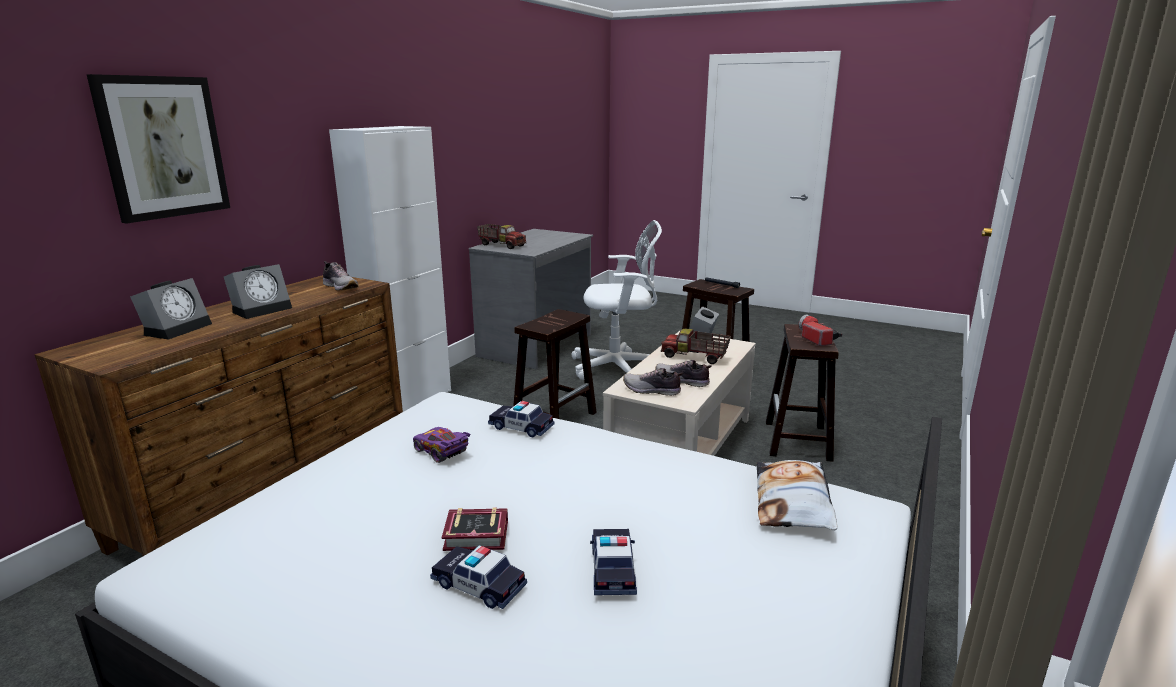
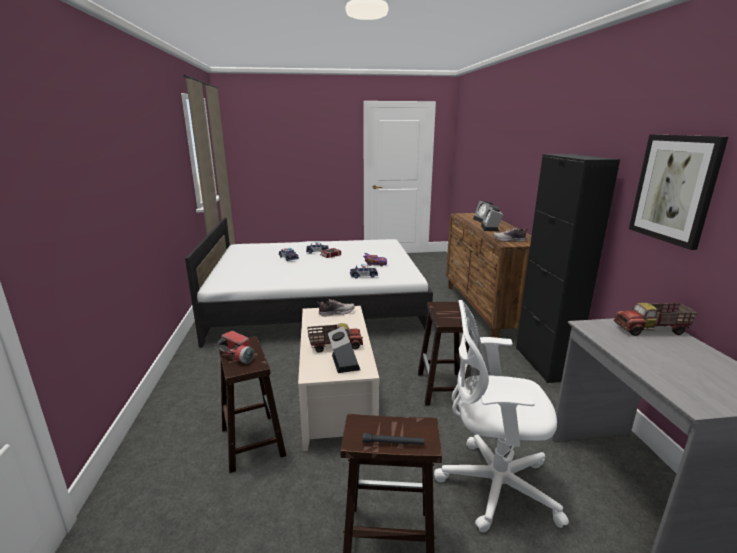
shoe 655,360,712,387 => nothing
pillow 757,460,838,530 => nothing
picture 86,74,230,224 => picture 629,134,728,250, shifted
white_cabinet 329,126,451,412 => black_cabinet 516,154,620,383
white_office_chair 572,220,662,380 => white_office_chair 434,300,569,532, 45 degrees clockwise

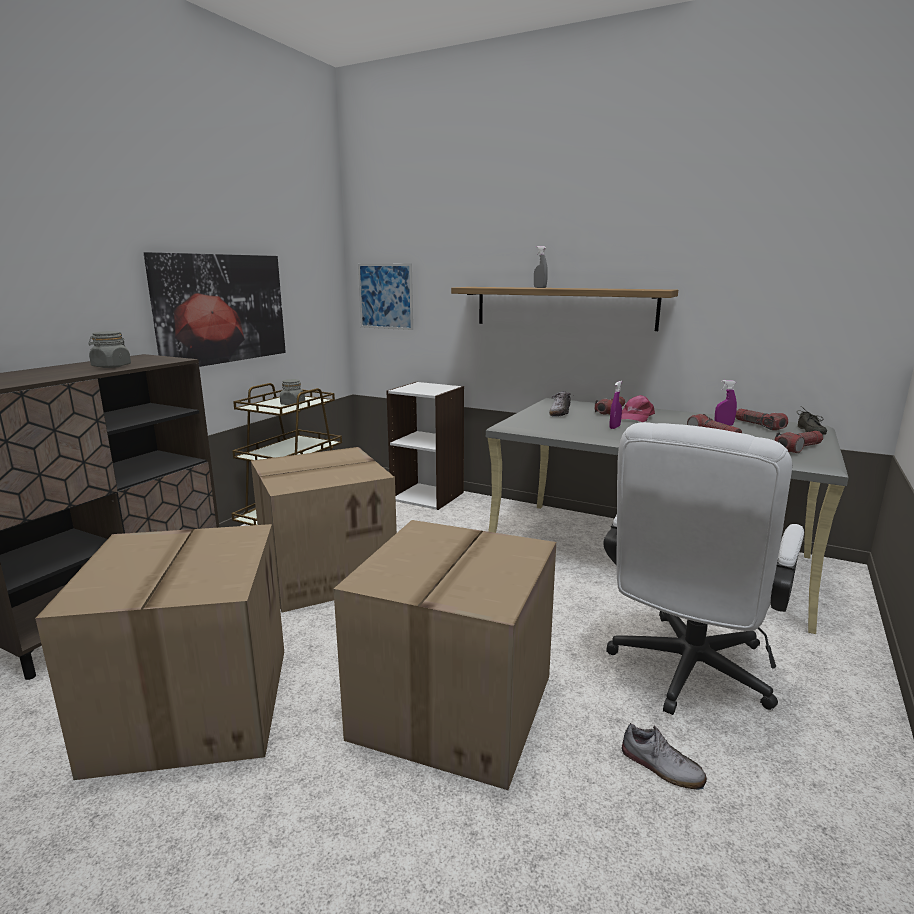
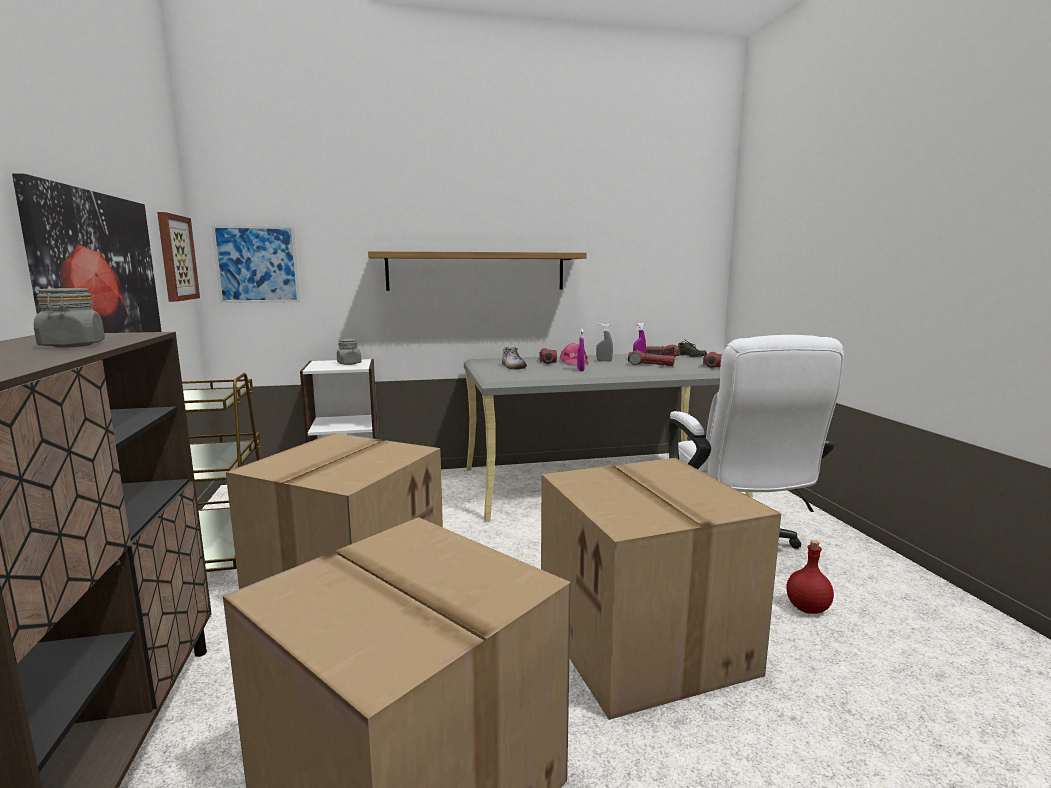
nothing => picture 157,212,200,302
grey_jar 280,379,305,405 => grey_jar 337,339,362,365, shifted
grey_spray_bottle 534,246,548,288 => grey_spray_bottle 596,323,613,361, shifted
shoe 621,723,707,790 => red_bottle 786,540,834,614

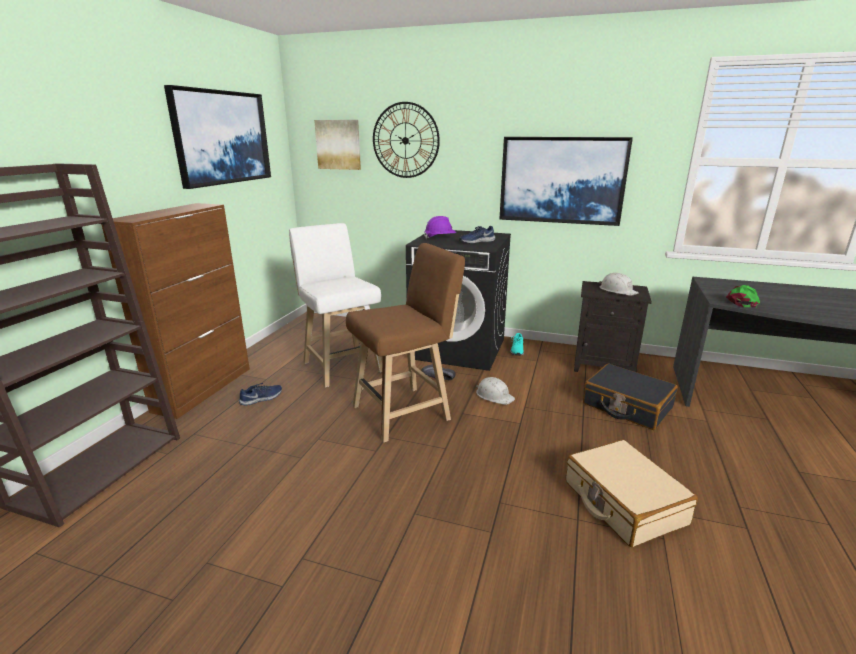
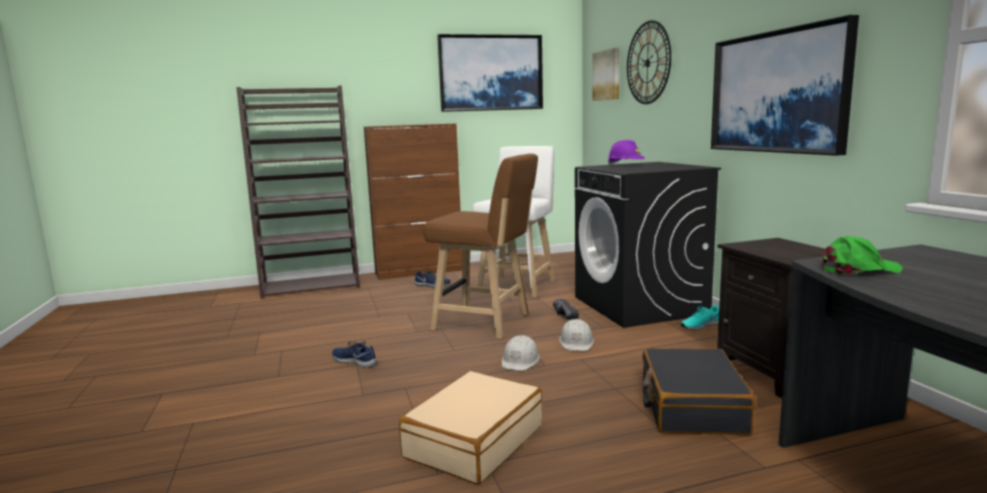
blue_shoe 459,226,495,244 => blue_shoe 332,341,377,368, shifted
white_hard_hat 599,273,639,295 => white_hard_hat 502,335,540,371, shifted

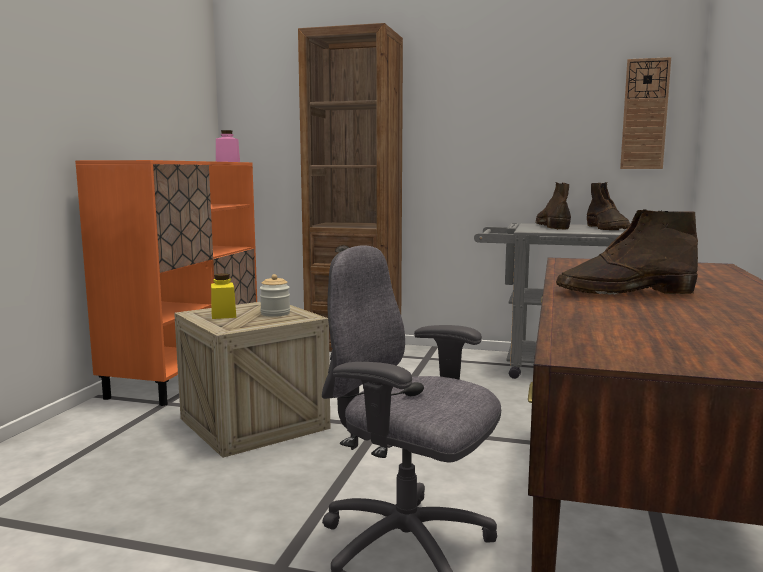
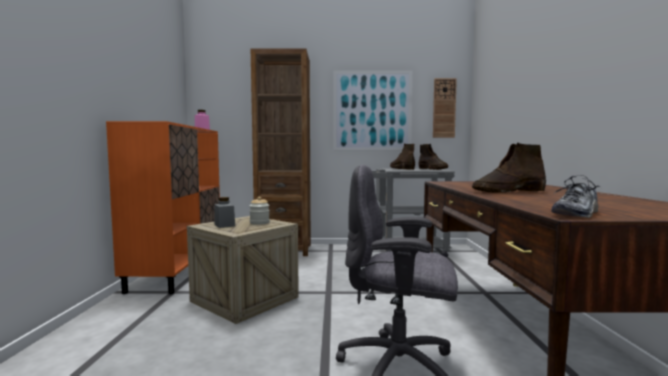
nothing => picture 333,71,413,151
nothing => shoe 551,175,602,218
yellow_jar 211,273,236,319 => grey_jar 214,197,235,228

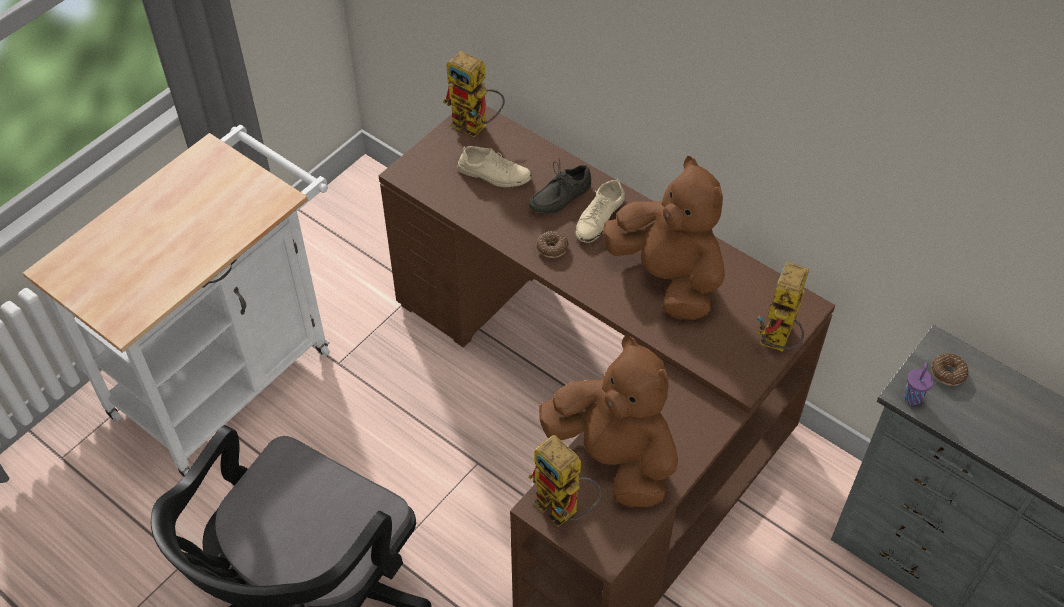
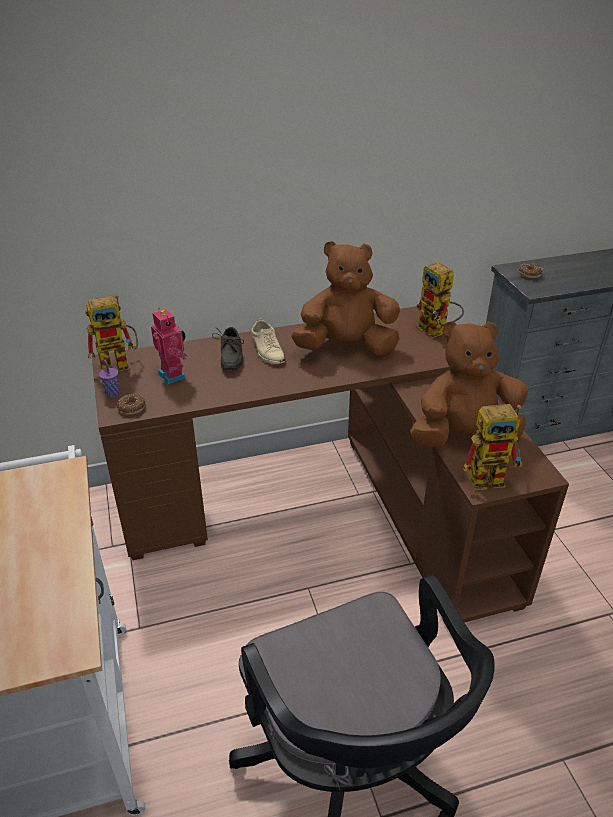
donut 536,231,568,258 => donut 117,393,146,415, shifted
purple_cup 904,362,934,405 => purple_cup 99,360,119,397, shifted
beige_shoe 457,146,532,187 => toy_robot 151,307,187,385

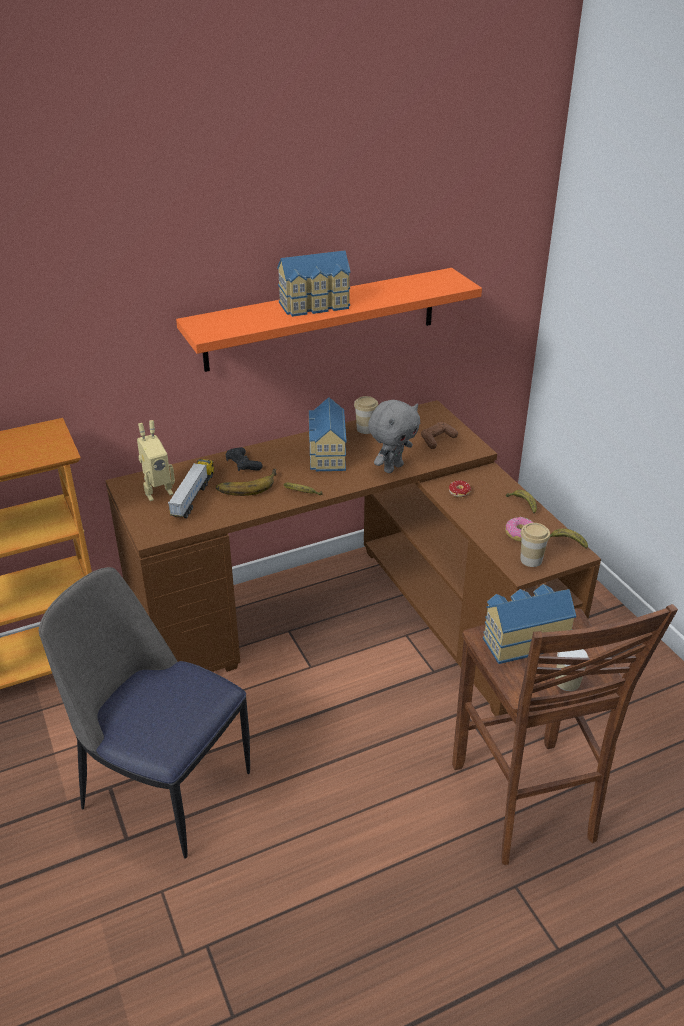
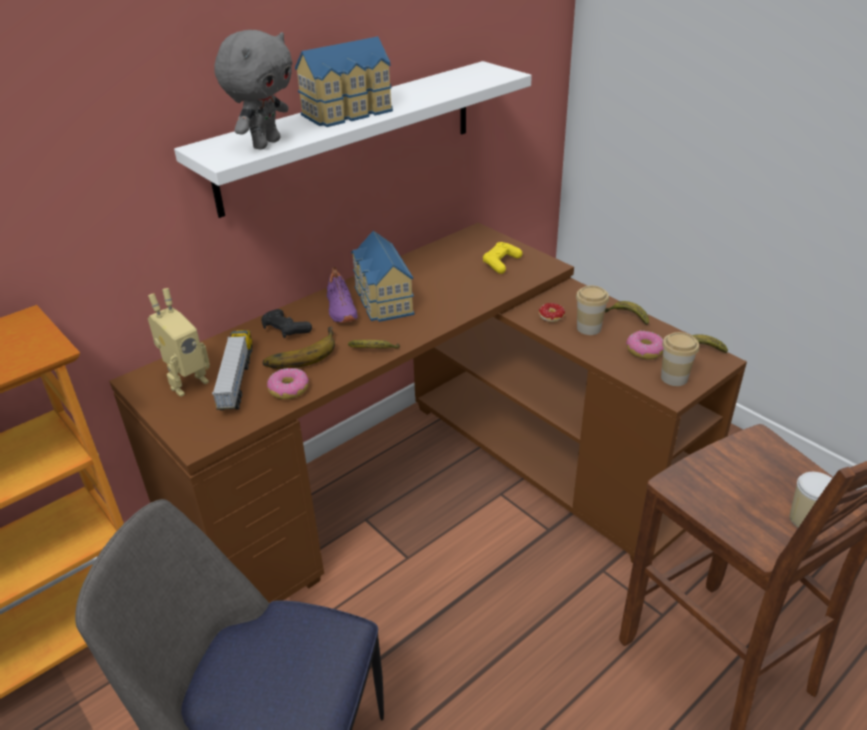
toy_house 483,584,576,664 => nothing
nothing => donut 267,368,309,399
nothing => purple_shoe 327,267,358,323
cup 354,396,378,434 => cup 576,286,609,335, shifted
grey_plush_toy 368,400,420,473 => grey_plush_toy 214,30,293,150, shifted
orange_shelf 176,268,482,372 => white_shelf 174,61,532,218
brown_game_controller 421,422,458,449 => yellow_game_controller 483,242,523,274

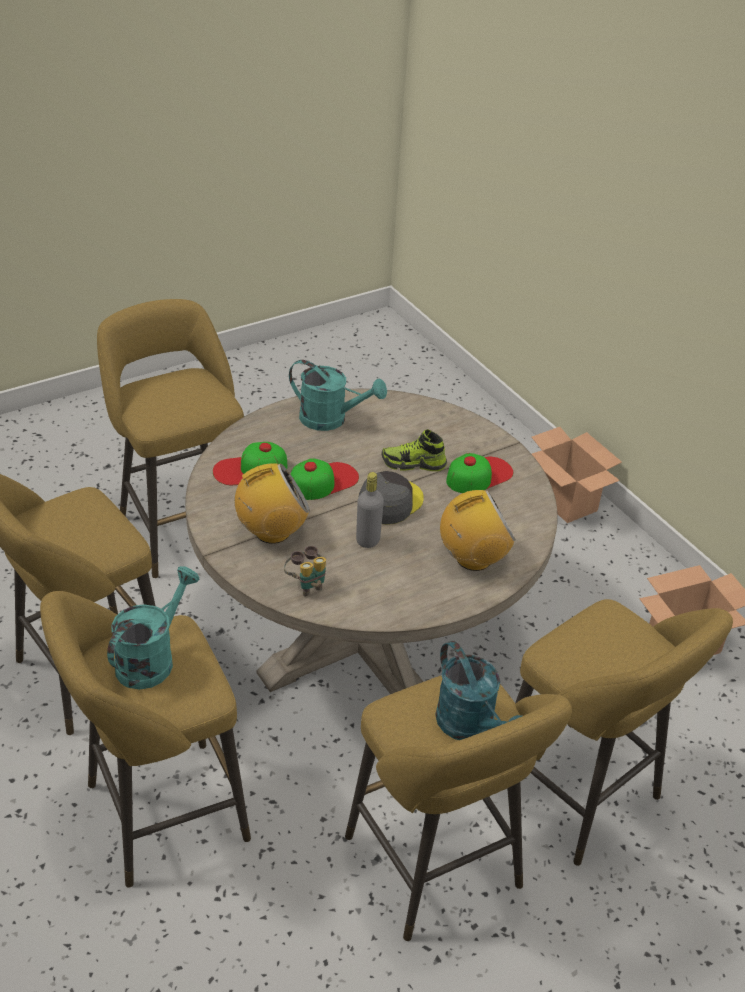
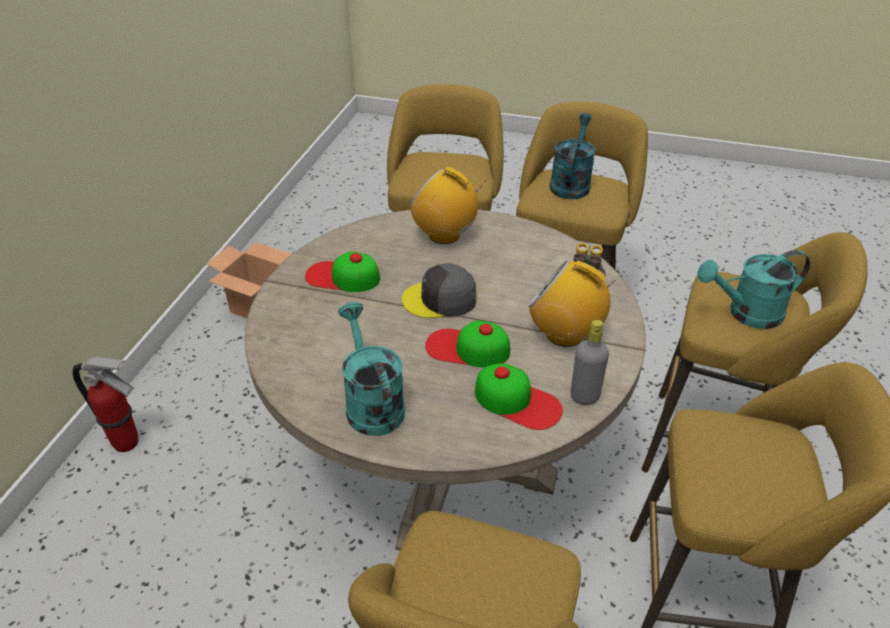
shoe 381,429,447,471 => nothing
grey_bottle 356,472,384,548 => grey_bottle 571,320,609,405, shifted
cardboard_box 532,427,622,523 => fire_extinguisher 72,357,138,452

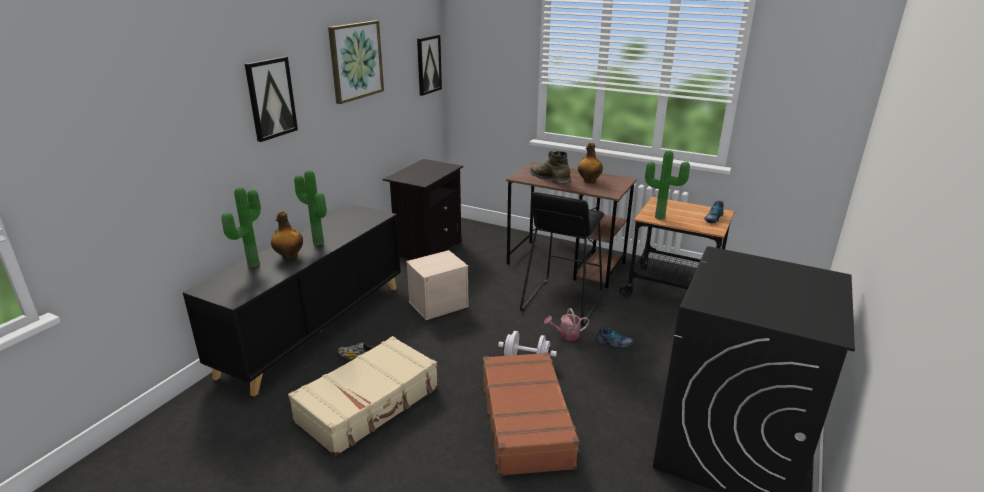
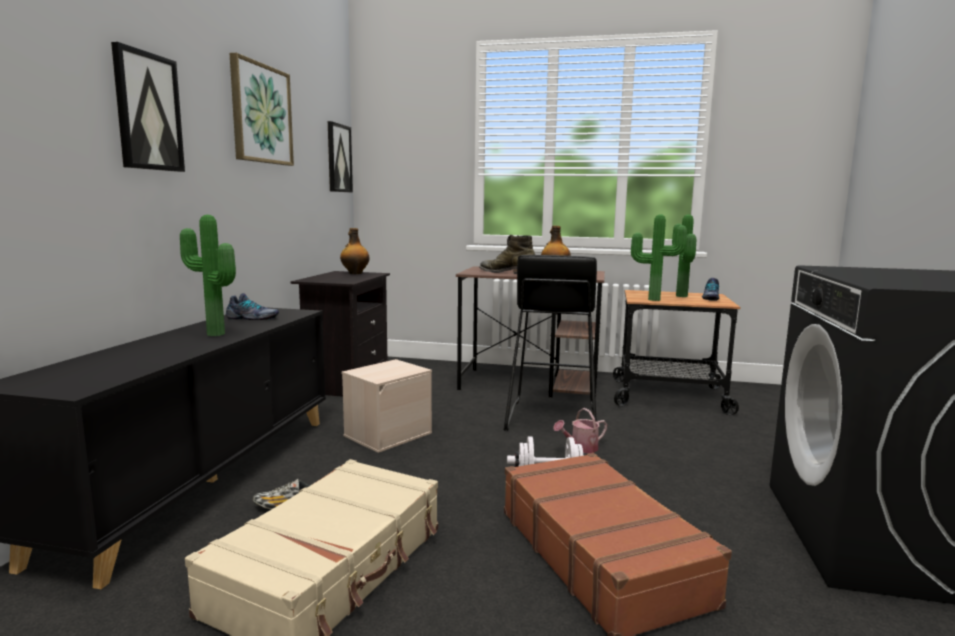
potted_plant 221,187,261,268 => potted_plant 672,214,696,297, shifted
bottle 271,211,303,259 => bottle 340,228,370,274, shifted
shoe 595,326,634,348 => shoe 226,293,279,320, shifted

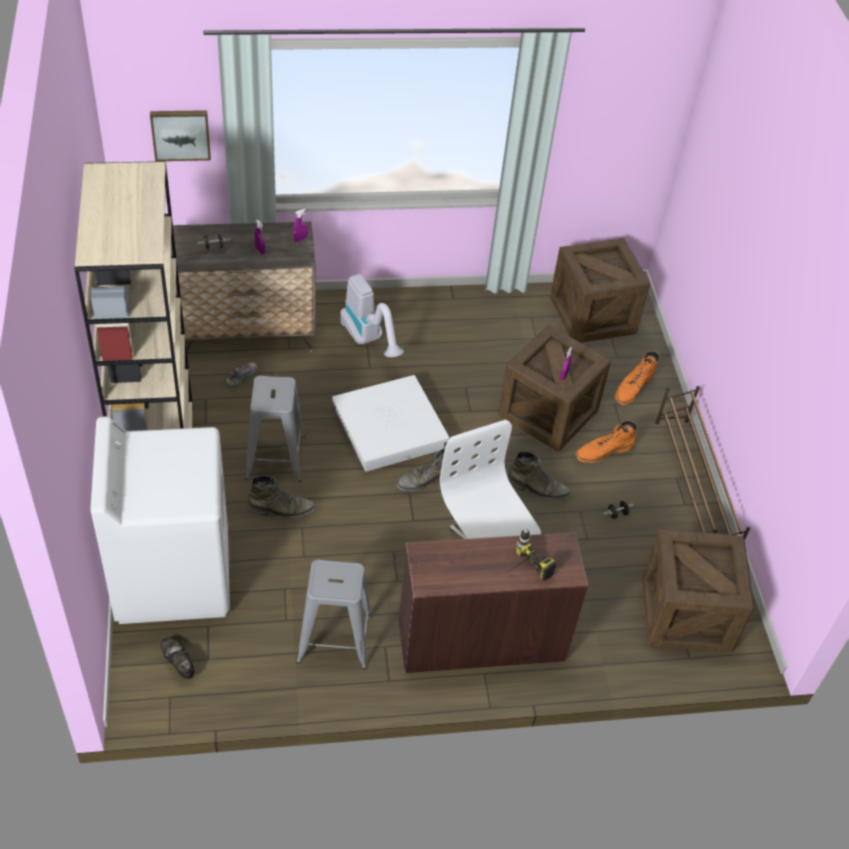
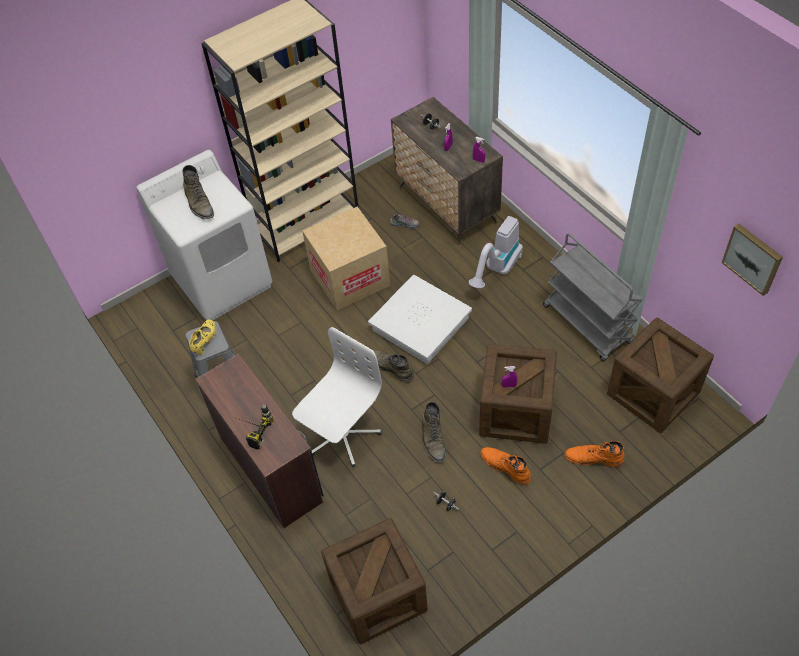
black_shoe 161,638,194,679 => nothing
brown_shoe_rack 655,386,750,539 => nothing
nothing => yellow_shoe 189,320,216,355
nothing => grey_cart 543,233,643,361
picture 150,110,211,161 => picture 722,224,783,296, shifted
green_boot 247,475,316,519 => green_boot 182,165,214,219, shifted
grey_stool 245,375,306,482 => cardboard_box 302,206,390,310

